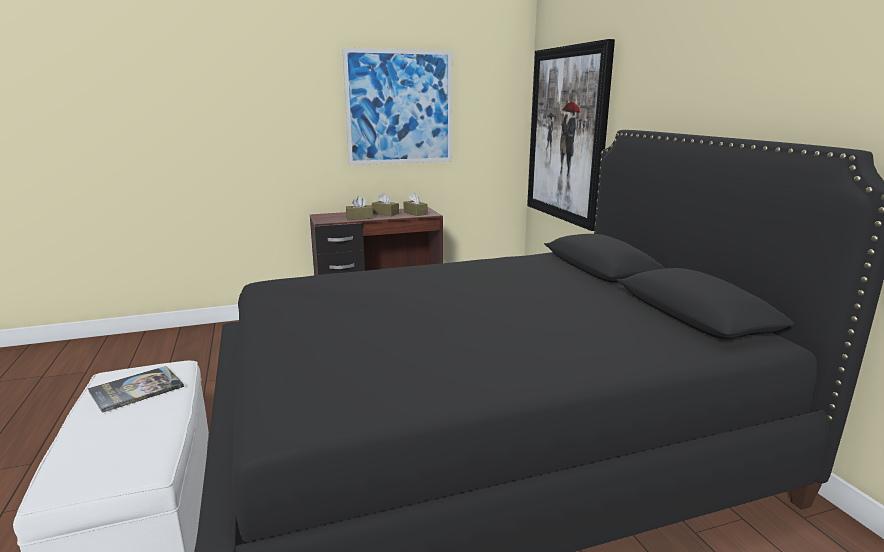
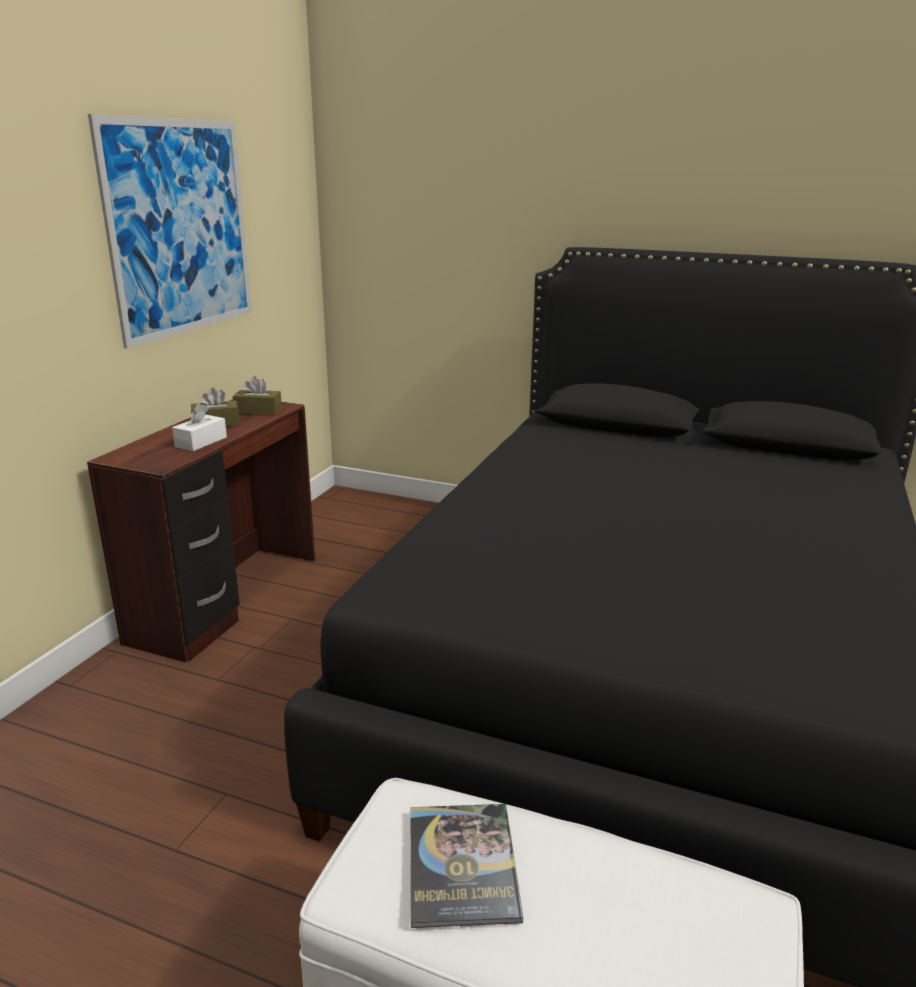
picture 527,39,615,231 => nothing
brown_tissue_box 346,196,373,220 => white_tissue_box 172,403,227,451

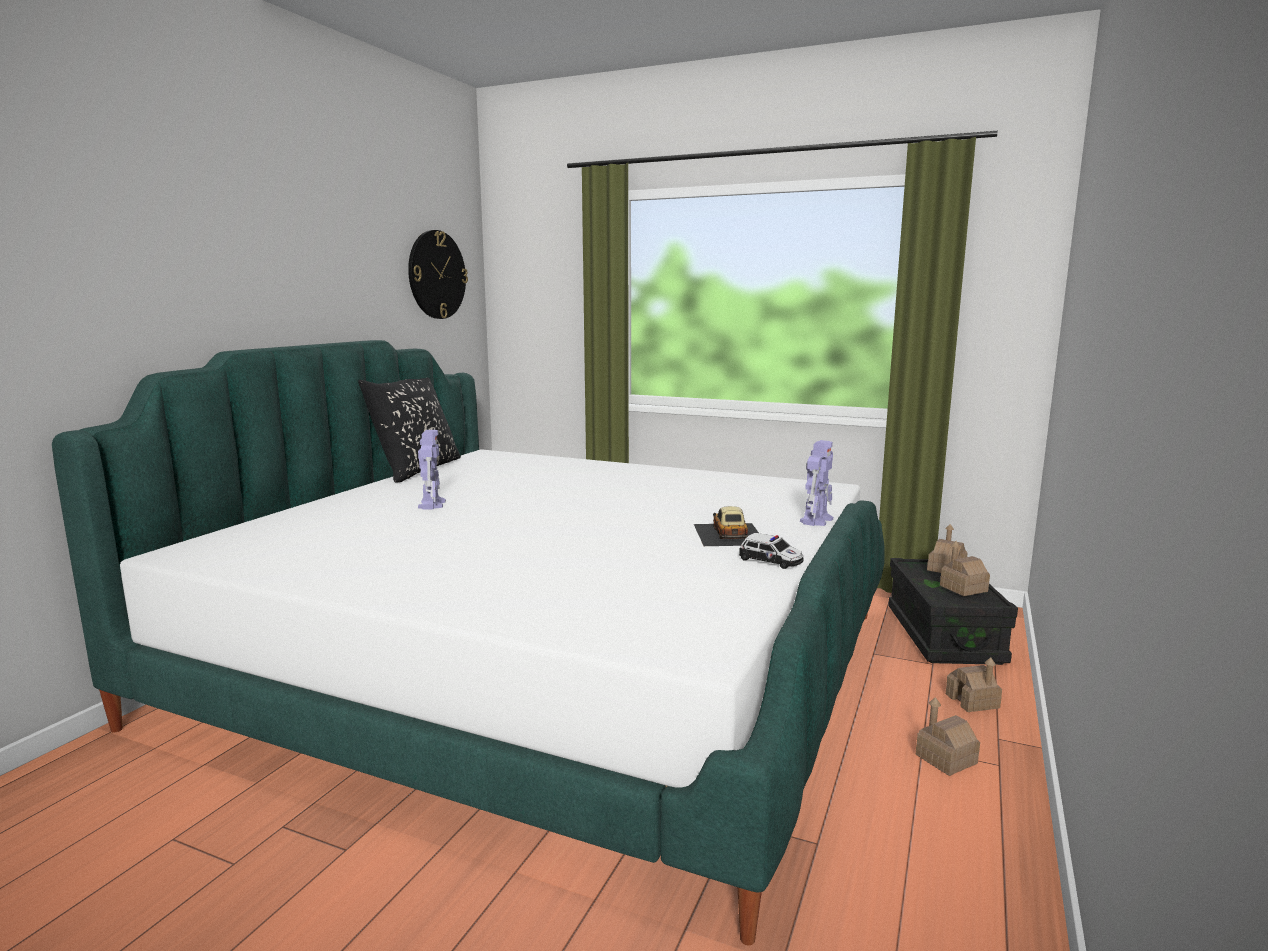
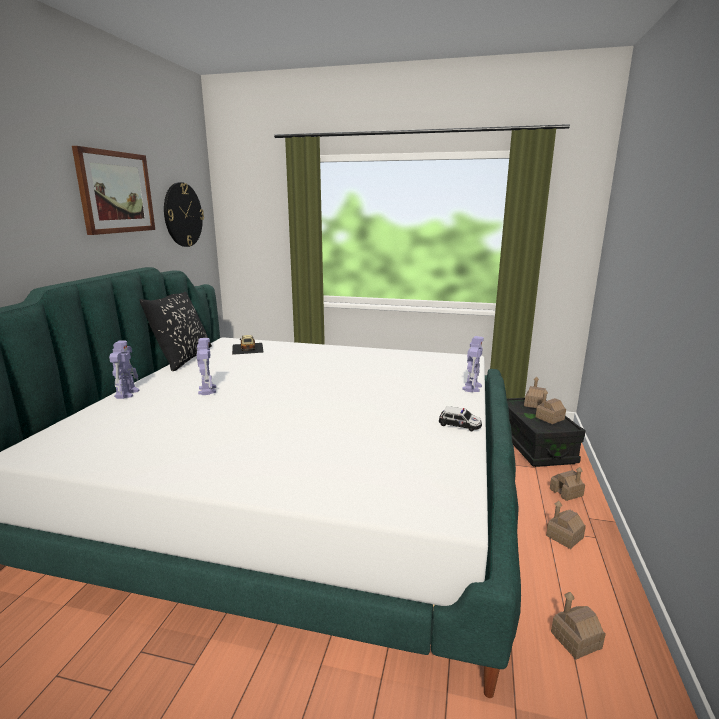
nothing => picture 72,146,155,235
nothing => toy_robot 109,340,140,399
nothing => toy_house 551,592,606,659
toy_car 694,506,759,546 => toy_car 232,335,264,355, shifted

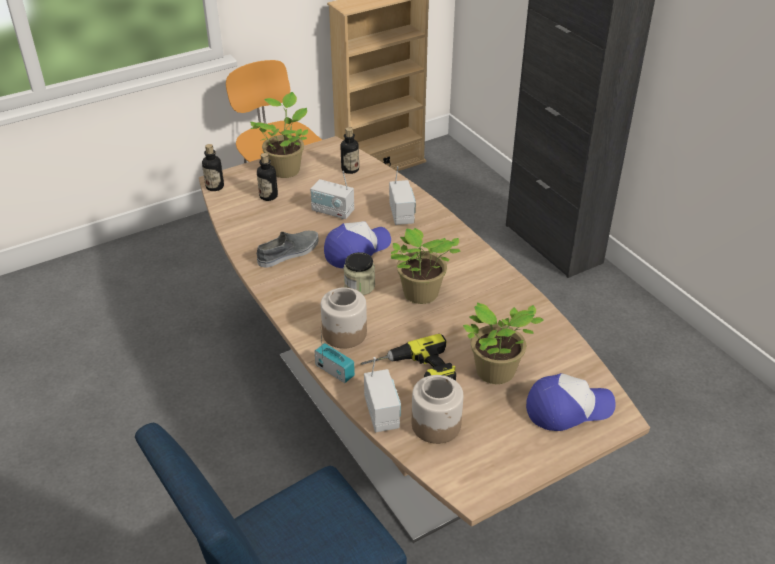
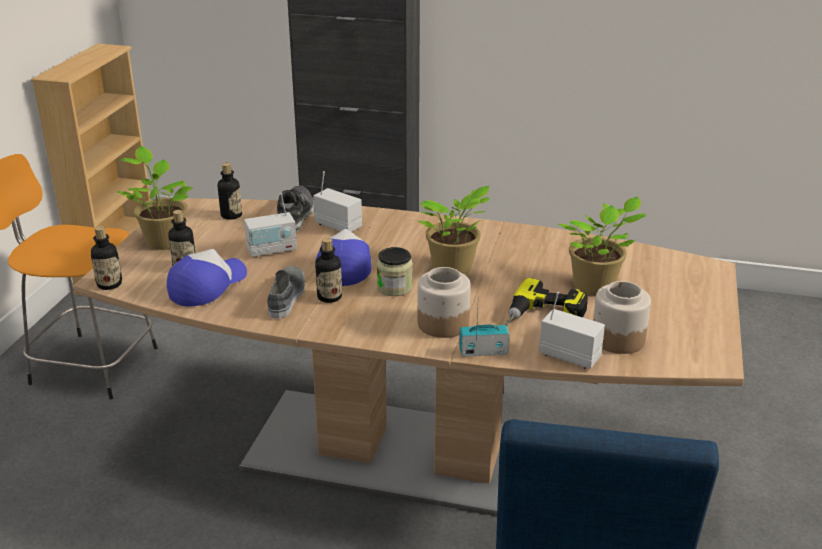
nothing => shoe 277,186,314,232
nothing => bottle 315,238,342,303
cap 526,373,615,431 => cap 167,249,247,307, shifted

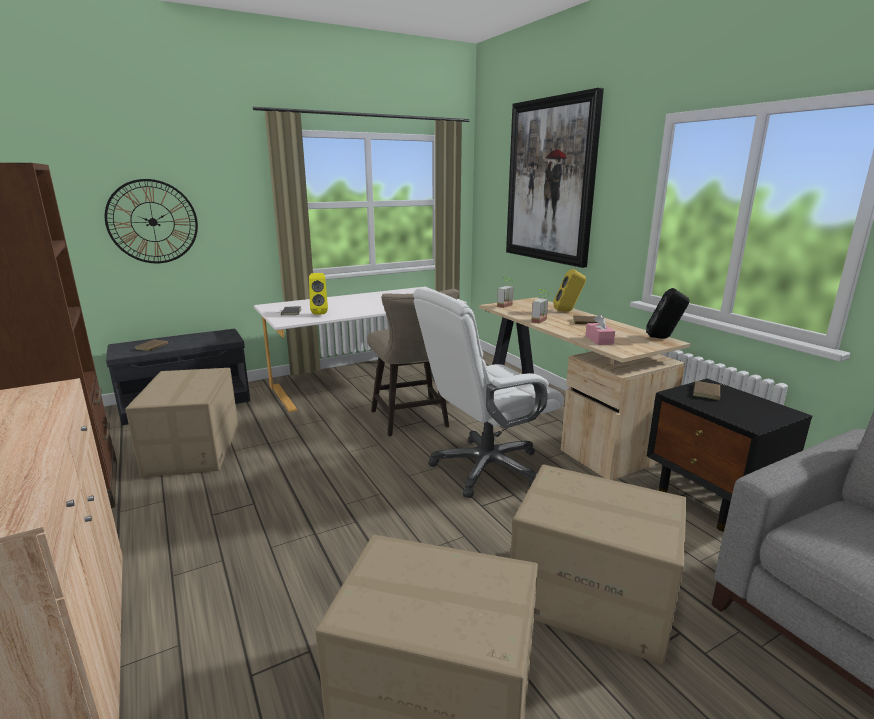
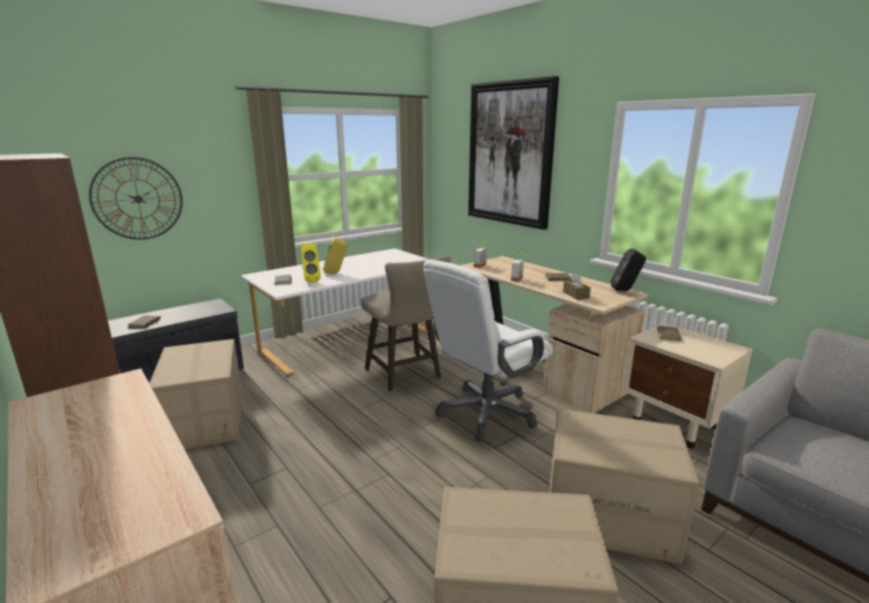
yellow_speaker 553,269,586,312 => yellow_speaker 323,237,347,273, shifted
pink_tissue_box 586,314,615,345 => brown_tissue_box 563,273,591,300
black_nightstand 647,379,812,531 => beige_nightstand 623,323,753,448

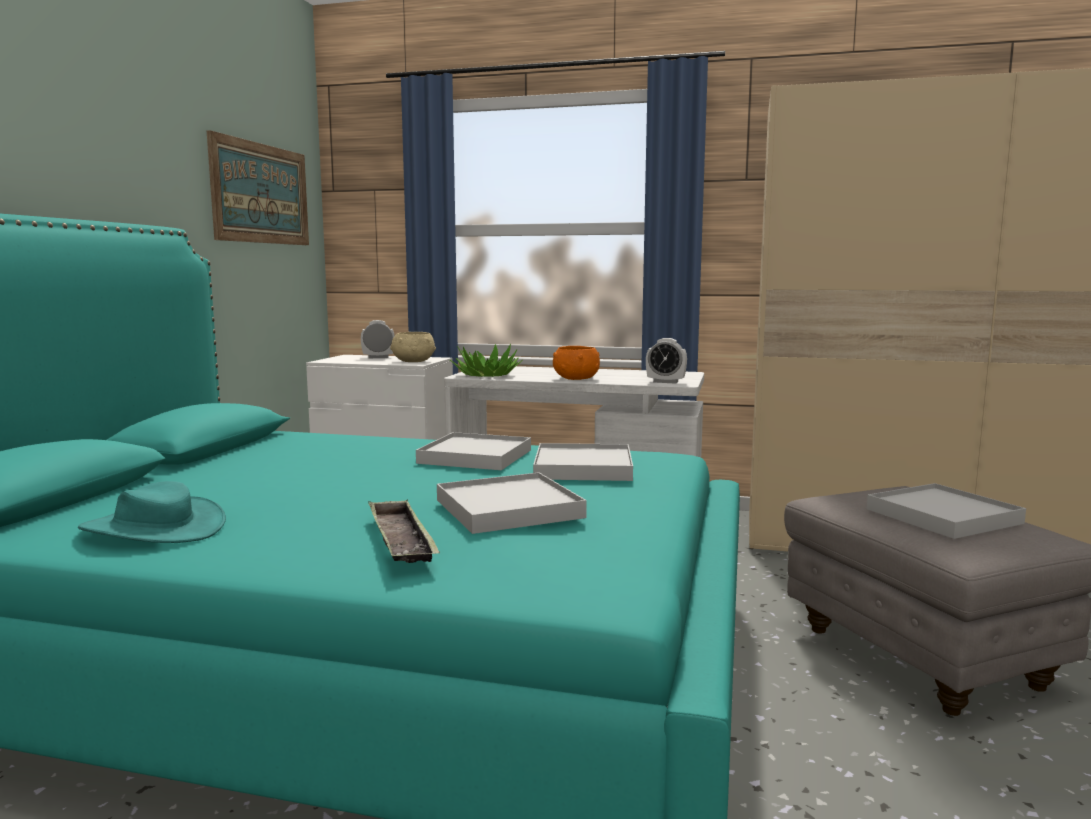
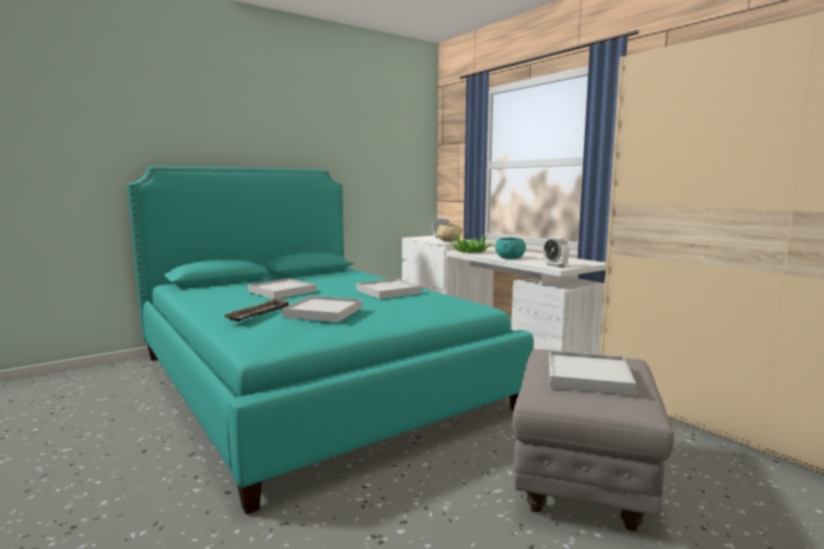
turquoise_hat 78,481,226,543 => nothing
picture 207,130,309,245 => nothing
white_tray 533,443,633,481 => white_tray 248,278,316,299, shifted
orange_bowl 553,346,600,380 => turquoise_bowl 495,238,526,259

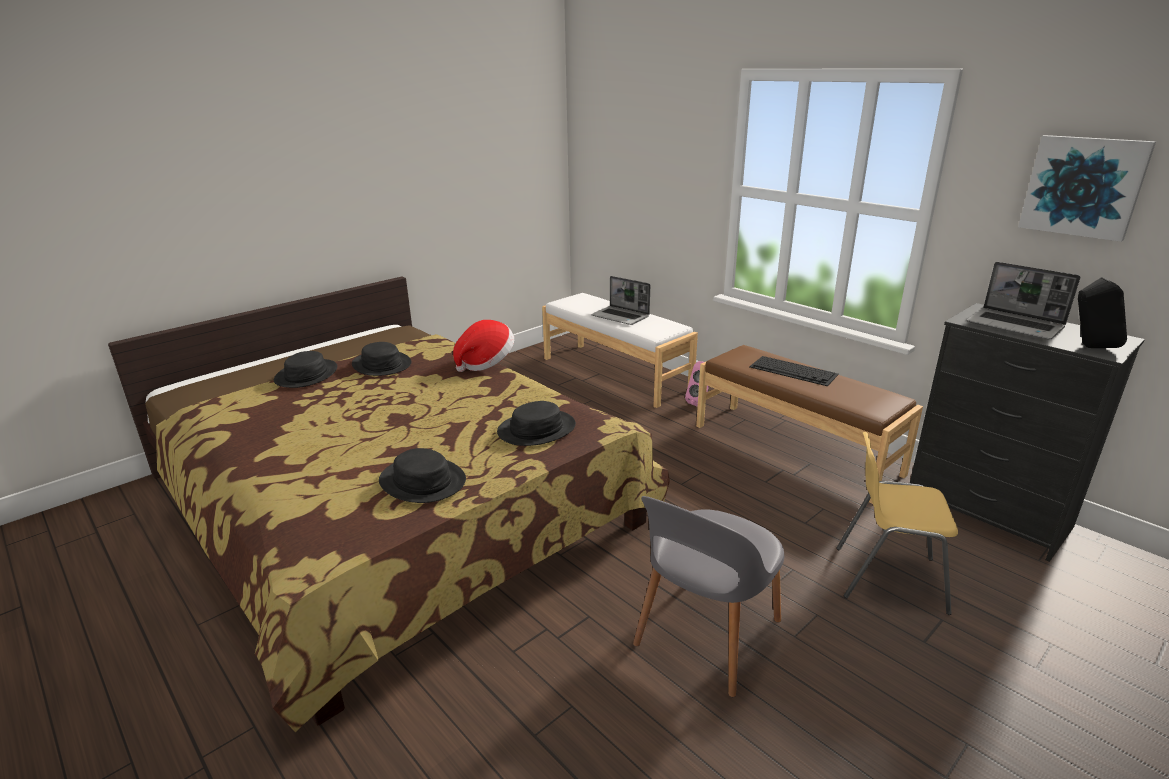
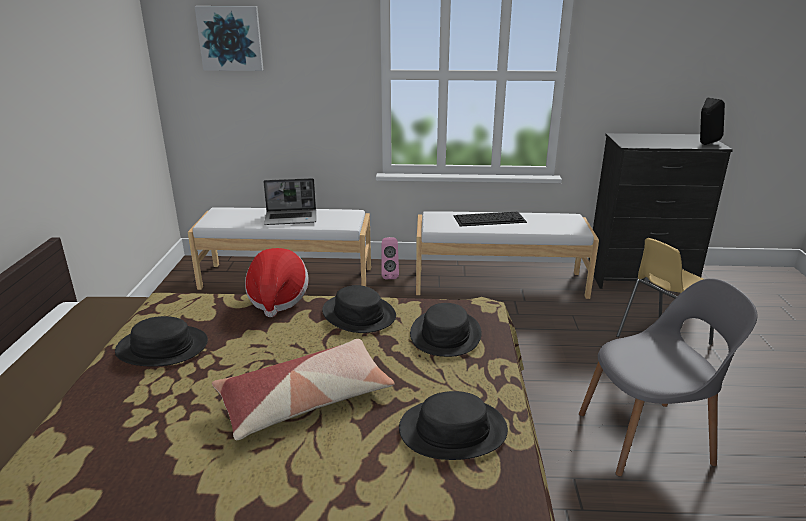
laptop 966,262,1080,340 => nothing
nothing => pillow 212,339,395,440
black_hat 274,351,337,388 => black_hat 322,285,396,333, shifted
picture 1018,135,1156,242 => picture 195,6,263,71, shifted
brown_bench 696,345,923,504 => white_bench 416,211,599,299
grey_chair 633,496,784,697 => grey_chair 579,278,757,476, 90 degrees counterclockwise

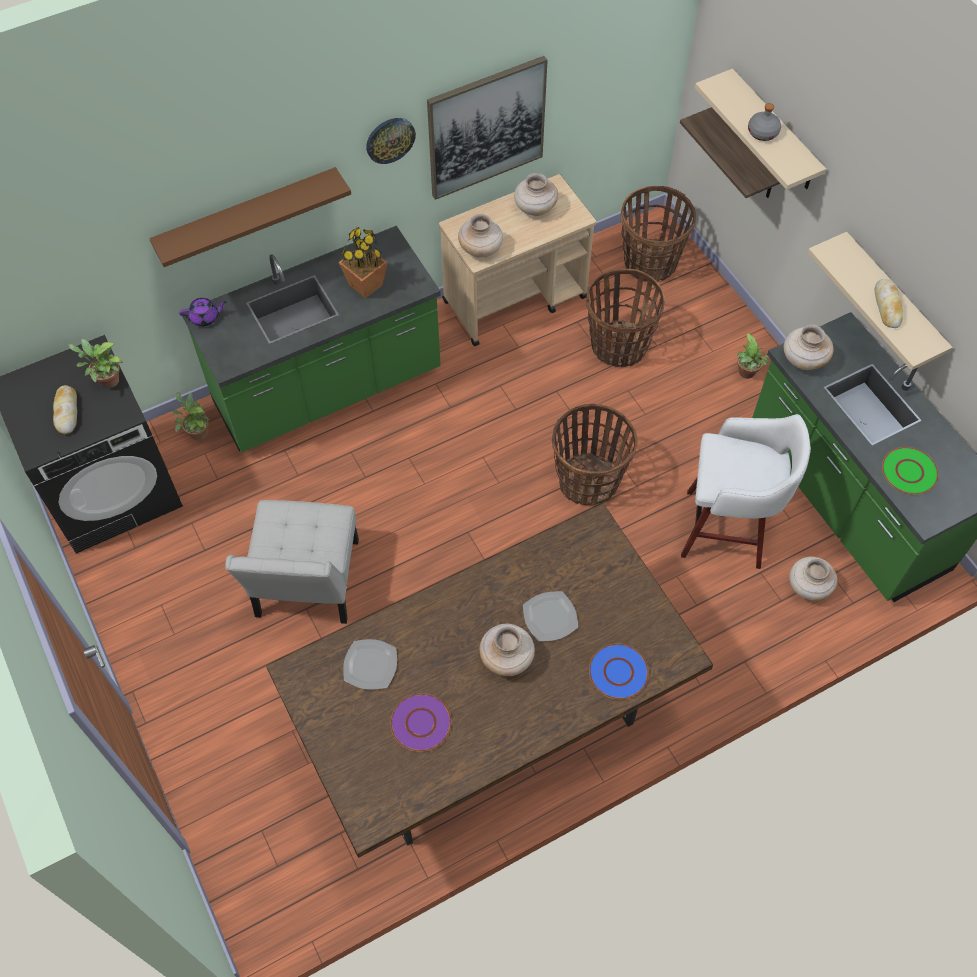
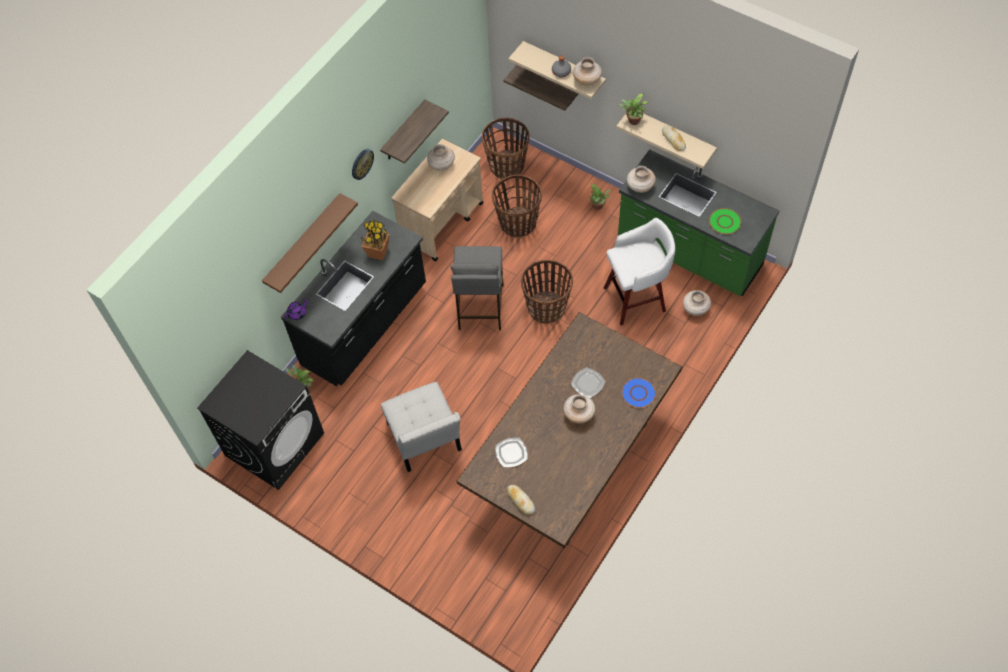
purple_plate 390,693,452,752 => nothing
nothing => grey_stool 450,246,503,330
bread 53,385,77,434 => bread 507,485,535,515, shifted
potted_plant 68,339,123,388 => potted_plant 619,93,648,125, shifted
beige_vase 458,214,503,258 => beige_vase 573,57,602,86, shifted
picture 427,56,548,200 => shelf 380,100,449,164
green_counter 182,226,441,453 => black_counter 281,211,426,386

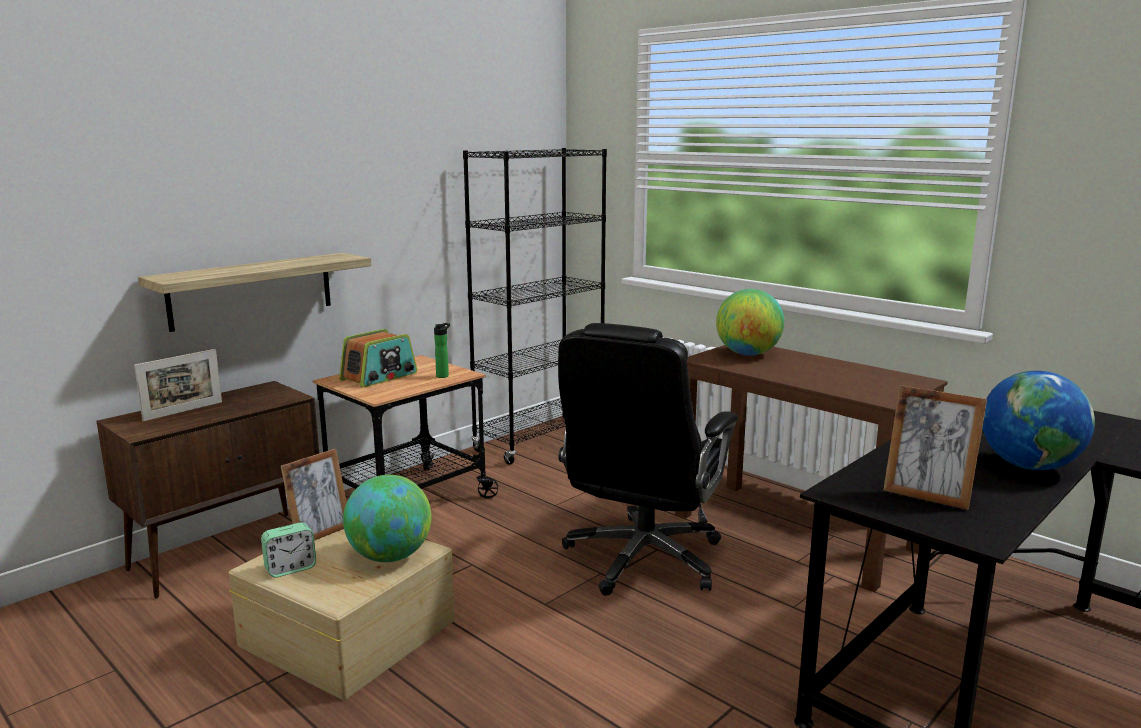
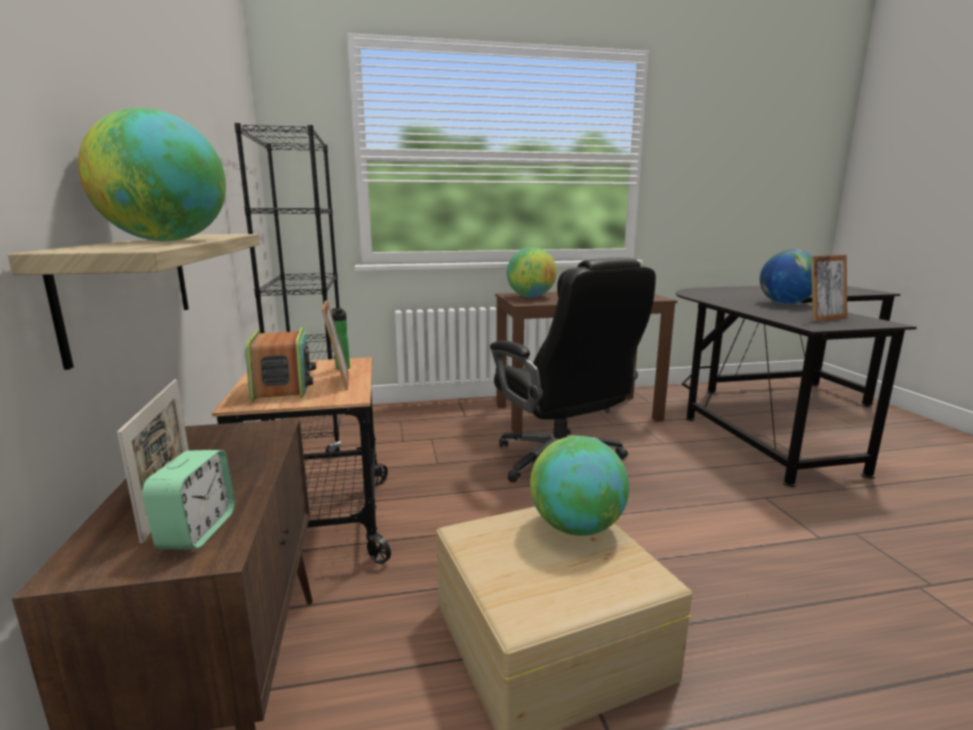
nothing => globe 78,108,226,241
alarm_clock 261,522,316,578 => alarm_clock 142,450,235,550, shifted
picture_frame 281,449,347,541 => picture_frame 321,300,349,390, shifted

